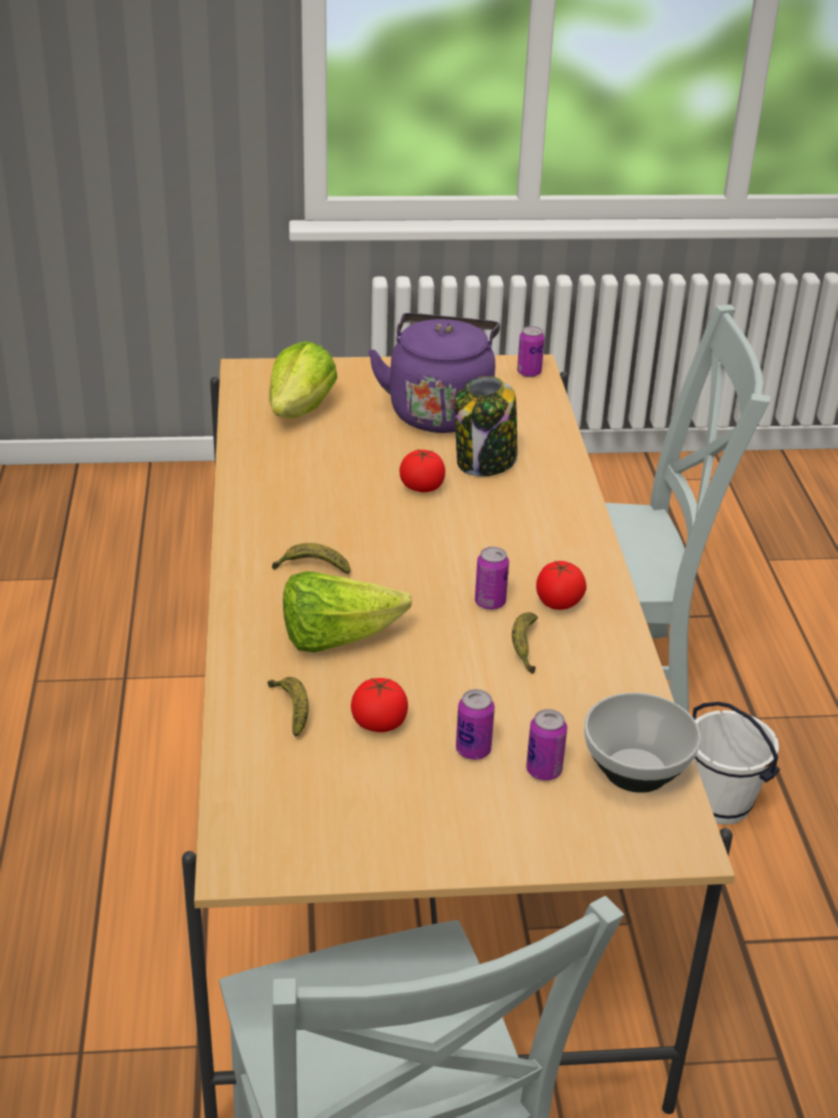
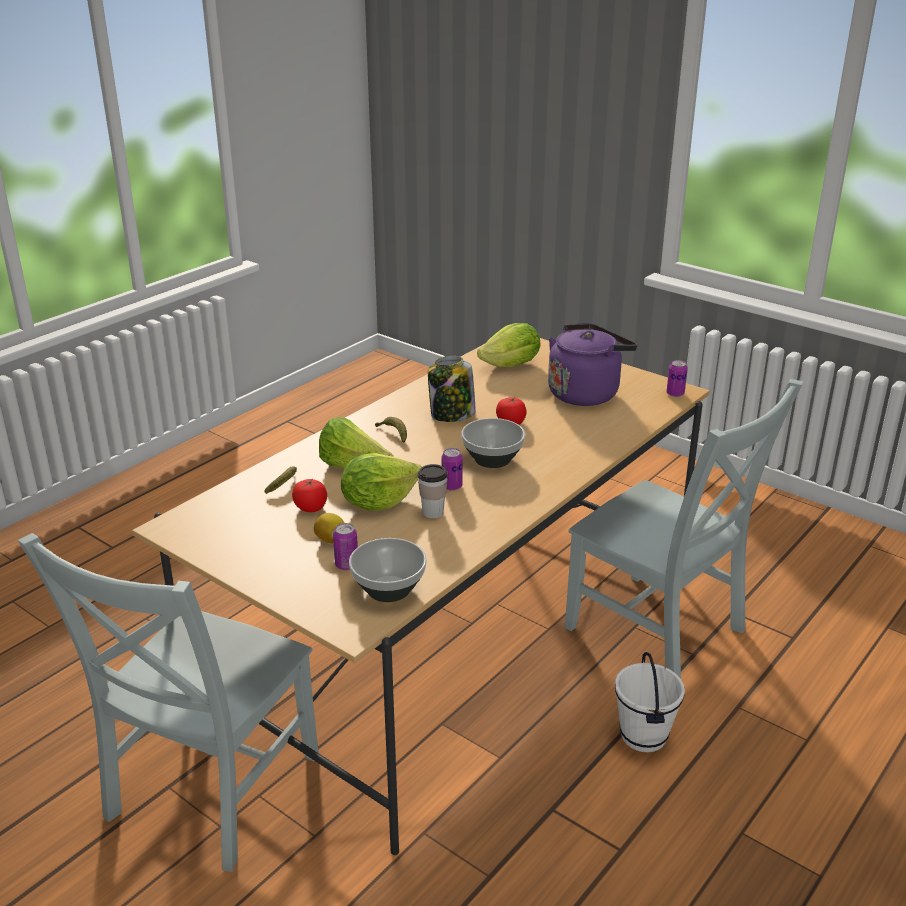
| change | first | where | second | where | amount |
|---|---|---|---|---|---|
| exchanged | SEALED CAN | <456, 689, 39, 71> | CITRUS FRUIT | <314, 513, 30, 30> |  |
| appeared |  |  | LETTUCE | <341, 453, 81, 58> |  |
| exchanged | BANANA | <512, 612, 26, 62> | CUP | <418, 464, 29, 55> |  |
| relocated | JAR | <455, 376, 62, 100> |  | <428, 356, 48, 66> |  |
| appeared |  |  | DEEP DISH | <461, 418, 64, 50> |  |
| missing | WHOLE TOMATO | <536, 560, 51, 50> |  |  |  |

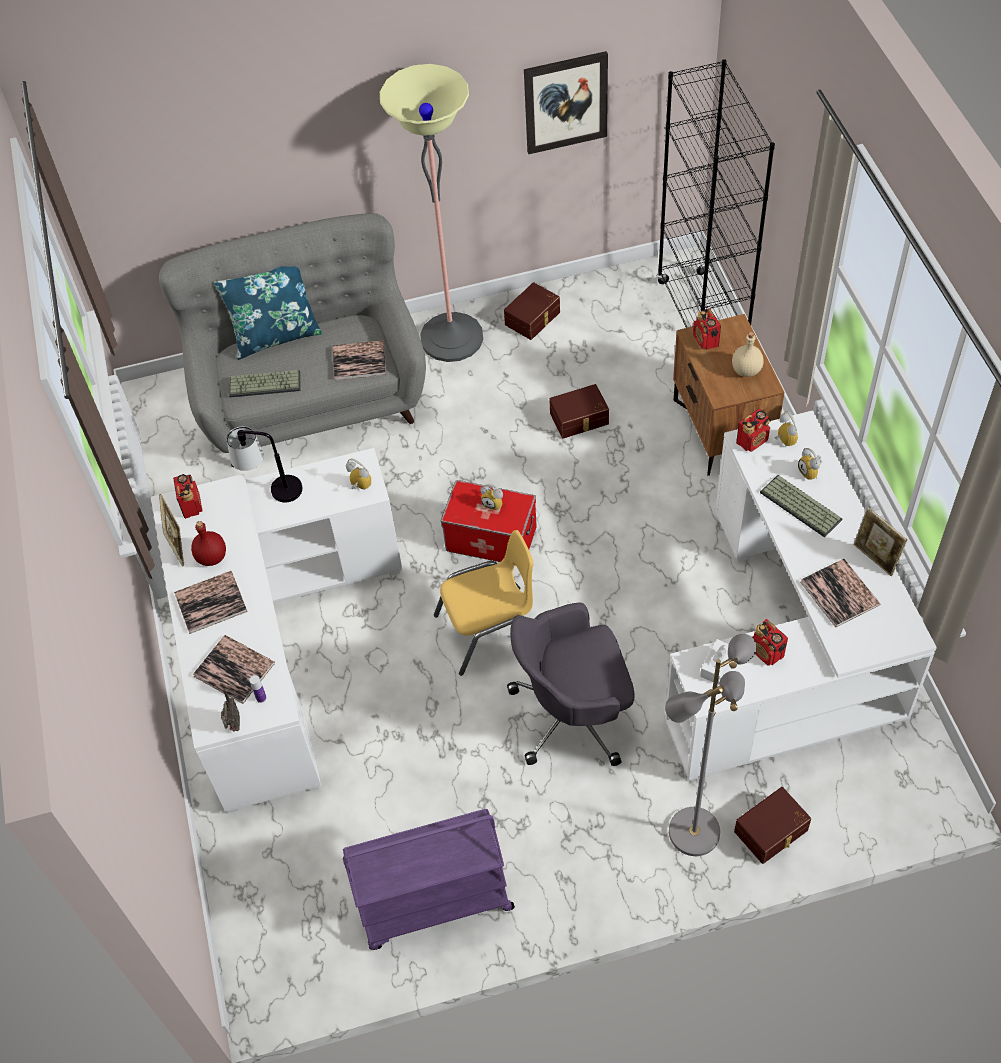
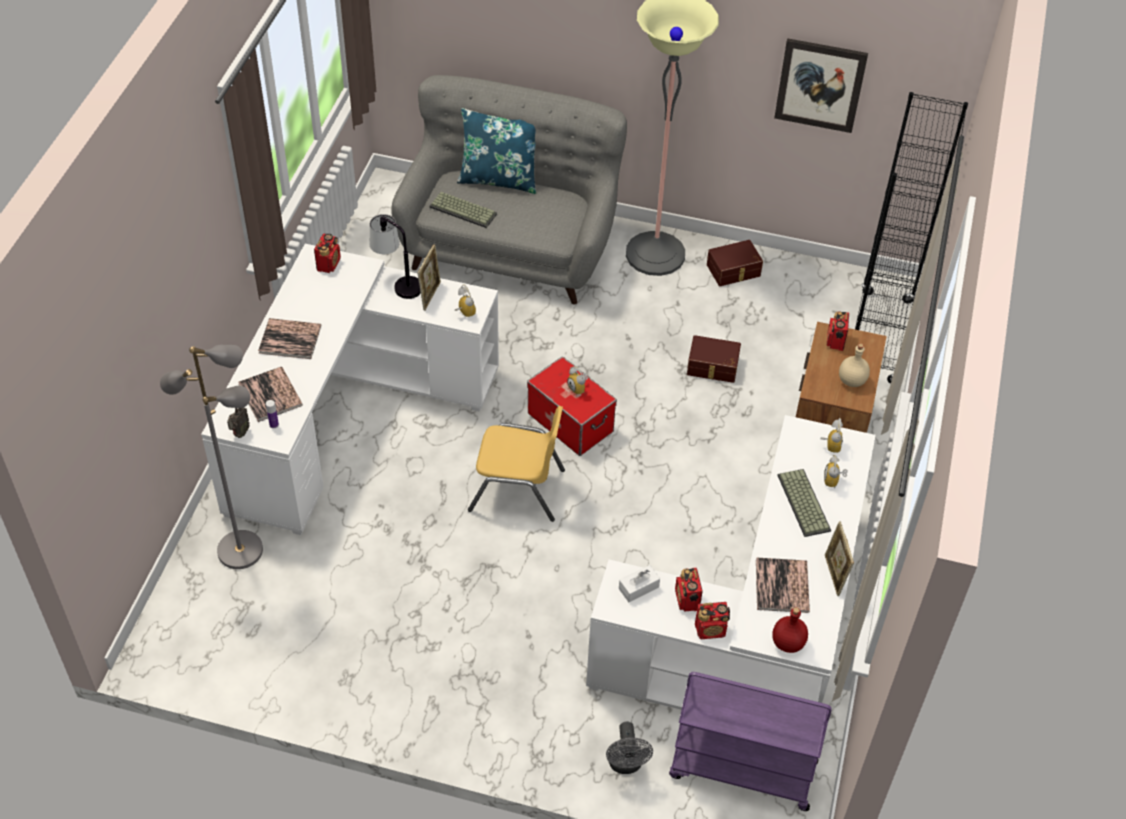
| change | first | where | second | where | amount |
|---|---|---|---|---|---|
| relocated | GRAY STANDING LAMP | <665, 634, 92, 222> |  | <160, 345, 103, 224> |  |
| relocated | PHOTO FRAME | <159, 494, 25, 72> |  | <417, 244, 24, 67> |  |
| exchanged | BROWN STORAGE CONTAINER | <734, 787, 77, 77> | GRAY FAN | <606, 721, 47, 53> |  |
| relocated | PURPLE TROLLEY | <343, 809, 172, 141> |  | <669, 672, 163, 139> |  |
| relocated | RADIO RECEIVER | <736, 409, 35, 43> |  | <695, 602, 35, 37> |  |
| relocated | REDDISH DRINK BOTTLE | <191, 521, 35, 45> |  | <772, 607, 36, 46> |  |
| missing | BOOK | <333, 340, 53, 40> |  |  |  |
| missing | GRAY DESK CHAIR | <507, 603, 127, 163> |  |  |  |

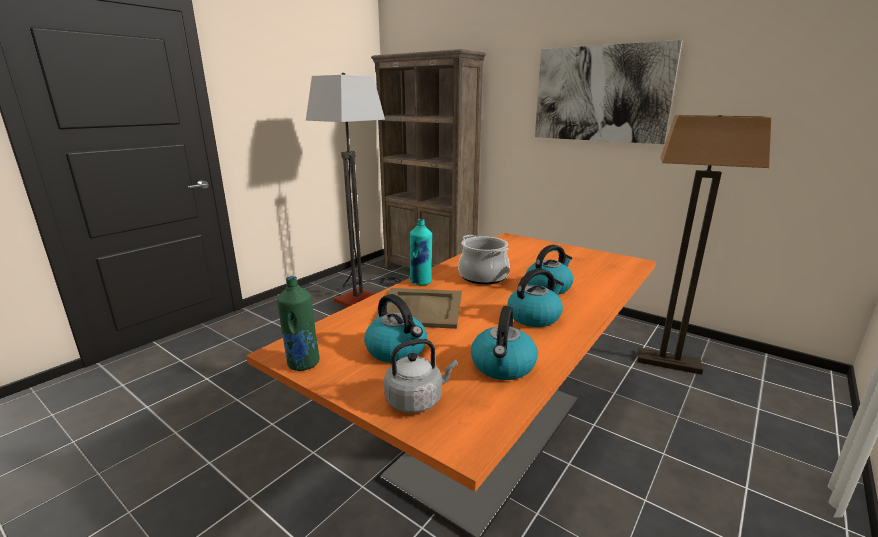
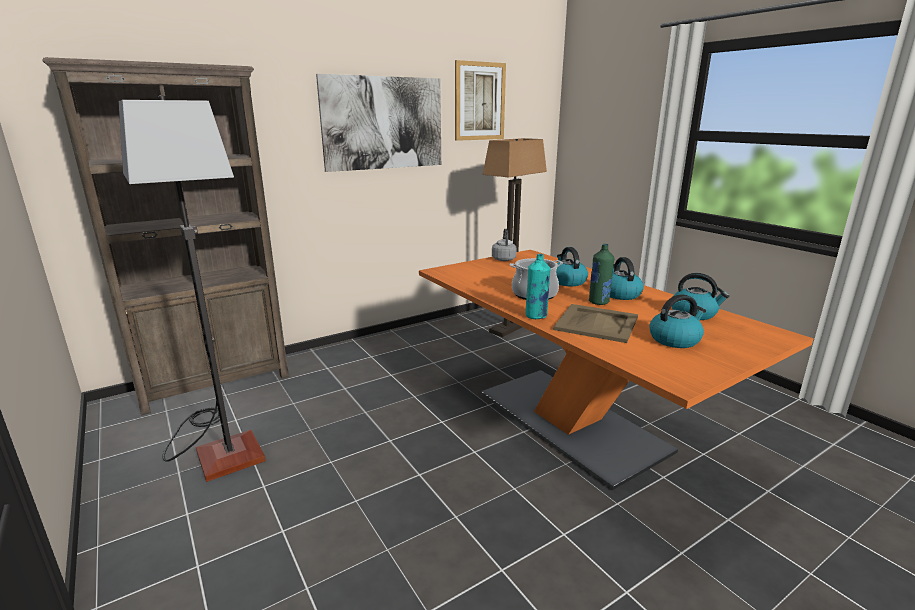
| change | first | where | second | where | amount |
|---|---|---|---|---|---|
| appeared |  |  | WALL PICTURE | <455, 60, 51, 81> |  |
| relocated | GRAY KETTLE | <384, 339, 74, 74> |  | <492, 229, 25, 32> |  |
| relocated | GREEN DRINK BOTTLE | <277, 276, 42, 95> |  | <589, 244, 25, 61> |  |

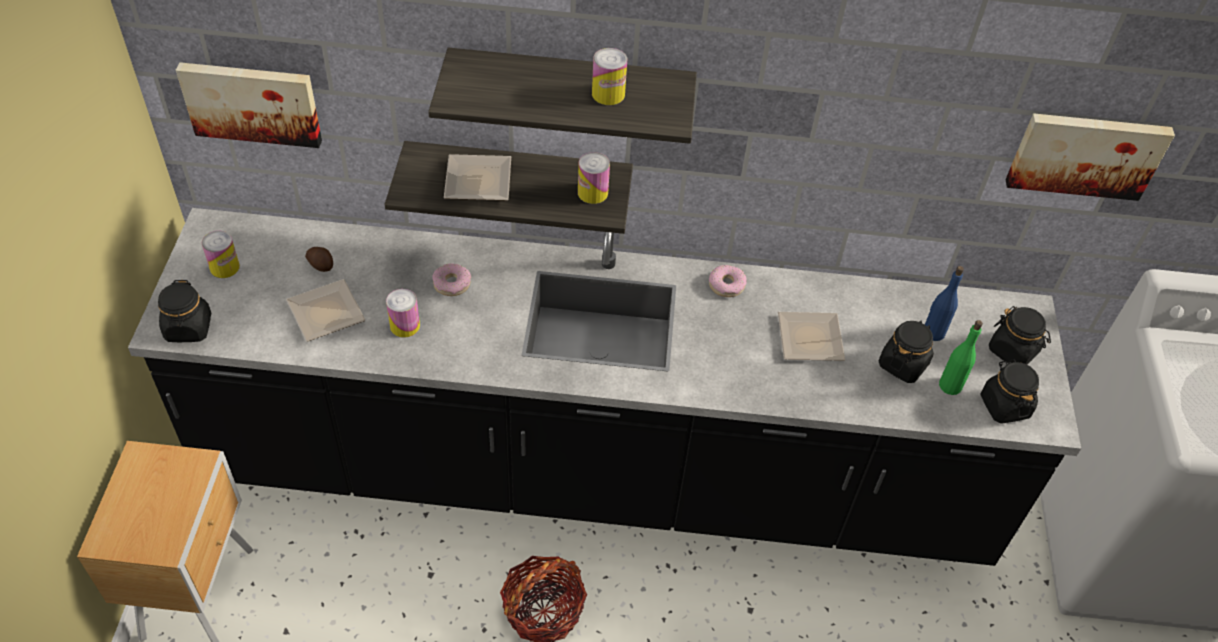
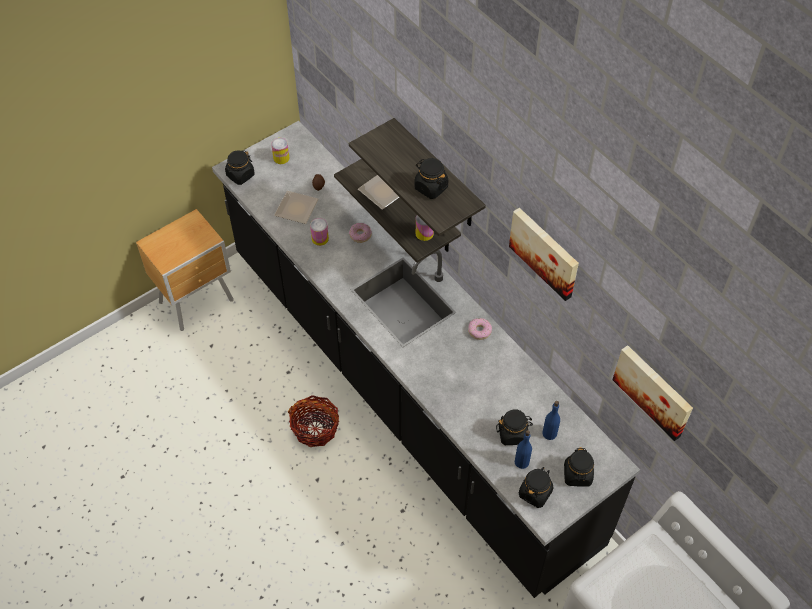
| change | first | where | second | where | amount |
|---|---|---|---|---|---|
| exchanged | SEALED CAN | <592, 48, 35, 57> | BLACK JAR | <415, 158, 33, 41> |  |
| relocated | WALL PICTURE | <176, 62, 146, 86> |  | <509, 208, 70, 93> |  |
| colour | GREEN DRINK BOTTLE | <939, 320, 44, 75> | BLUISH DRINK BOTTLE | <515, 430, 17, 39> |  |
| missing | DINNER PLATE | <778, 312, 67, 49> |  |  |  |

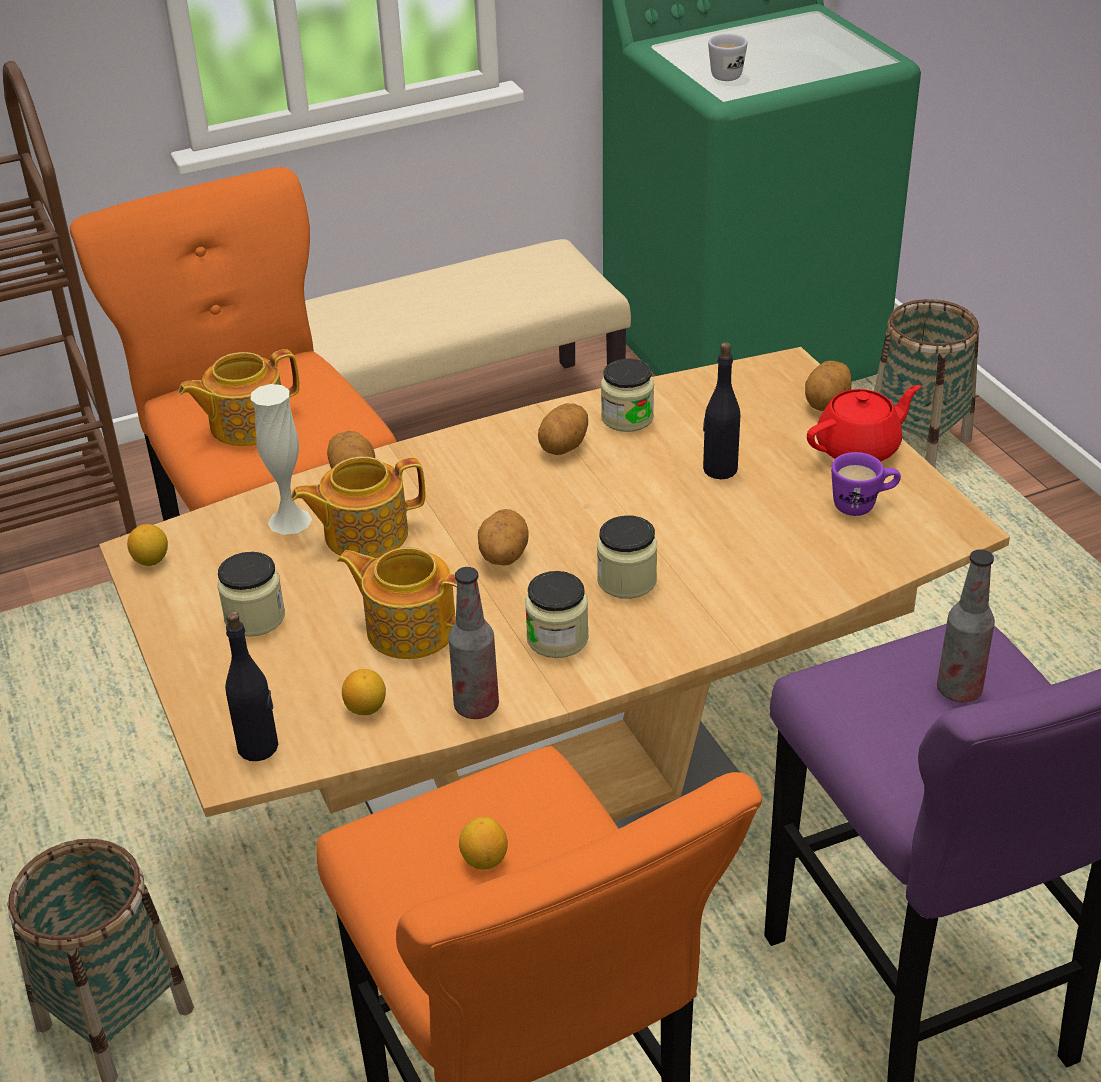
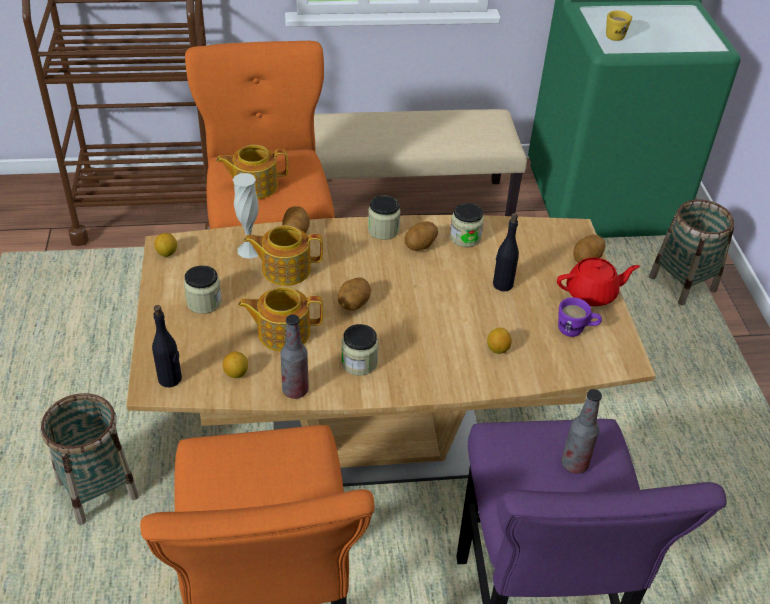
| change | first | where | second | where | amount |
|---|---|---|---|---|---|
| spun | POT FOR TEA | <337, 547, 120, 112> |  | <238, 287, 85, 65> | 45 degrees counterclockwise |
| relocated | JAR | <597, 515, 60, 84> |  | <368, 196, 33, 44> |  |
| relocated | CITRUS FRUIT | <459, 817, 49, 53> |  | <487, 328, 25, 26> |  |
| colour | WHITISH MUG | <708, 34, 39, 47> | YELLOW-COLOURED MUG | <606, 11, 26, 30> |  |

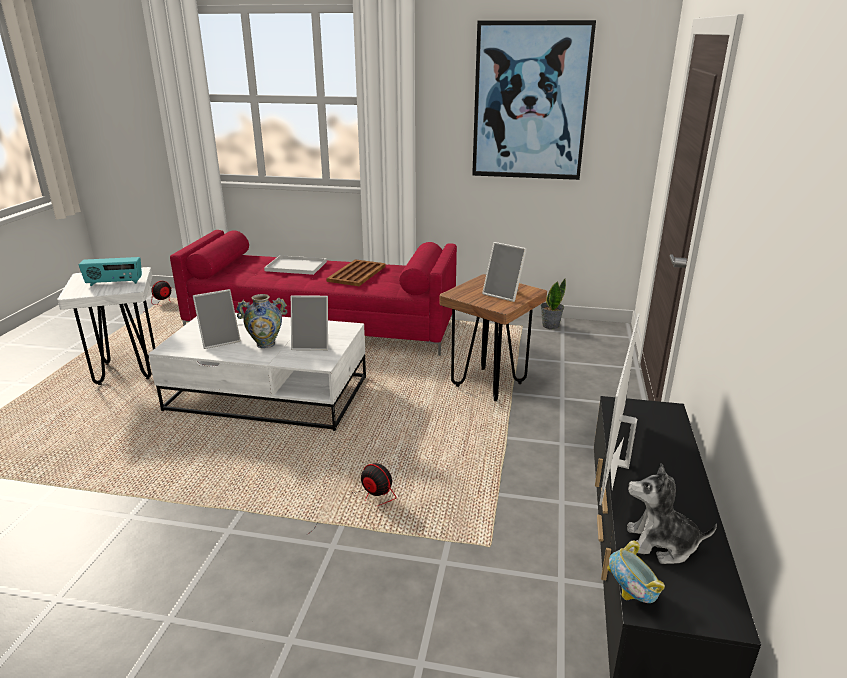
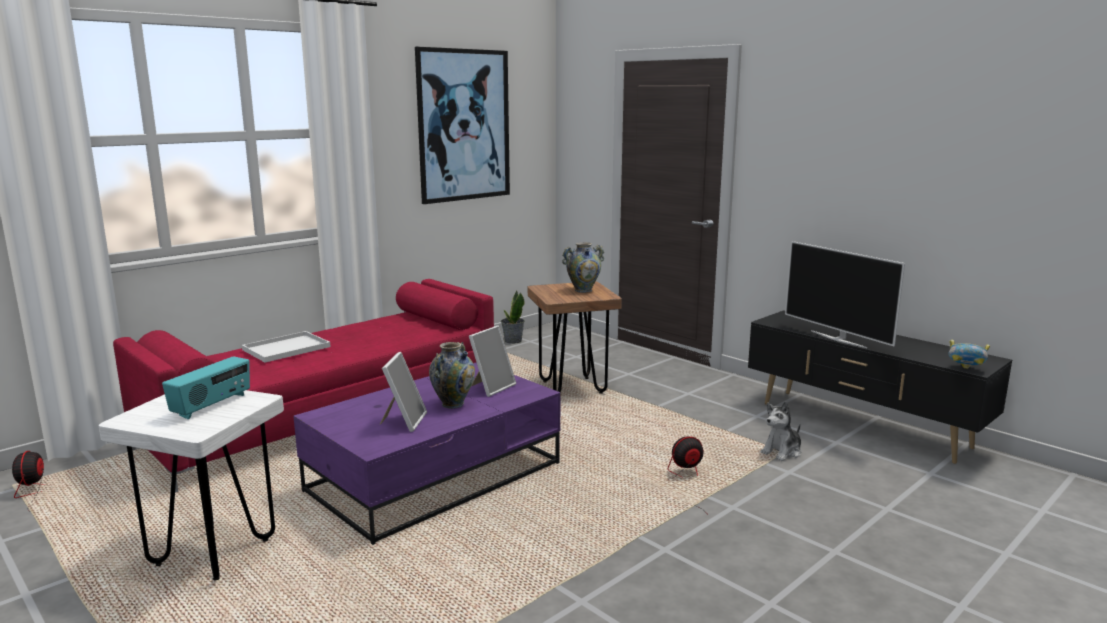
| change | first | where | second | where | amount |
|---|---|---|---|---|---|
| colour | WHITISH LOW TABLE | <148, 313, 218, 118> | PURPLE LOW TABLE | <293, 362, 267, 183> |  |
| exchanged | PHOTO FRAME | <482, 242, 45, 60> | VASE | <562, 242, 42, 51> |  |
| relocated | SOFT TOY | <627, 463, 90, 101> |  | <761, 402, 40, 59> |  |
| missing | BROWN CARRYING TRAY | <326, 259, 60, 27> |  |  |  |

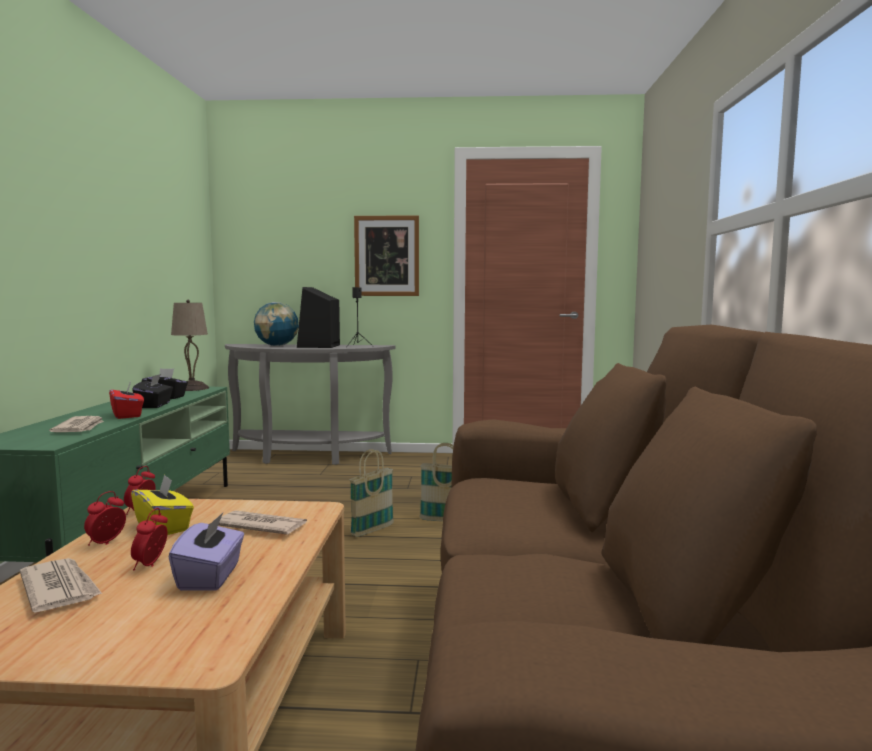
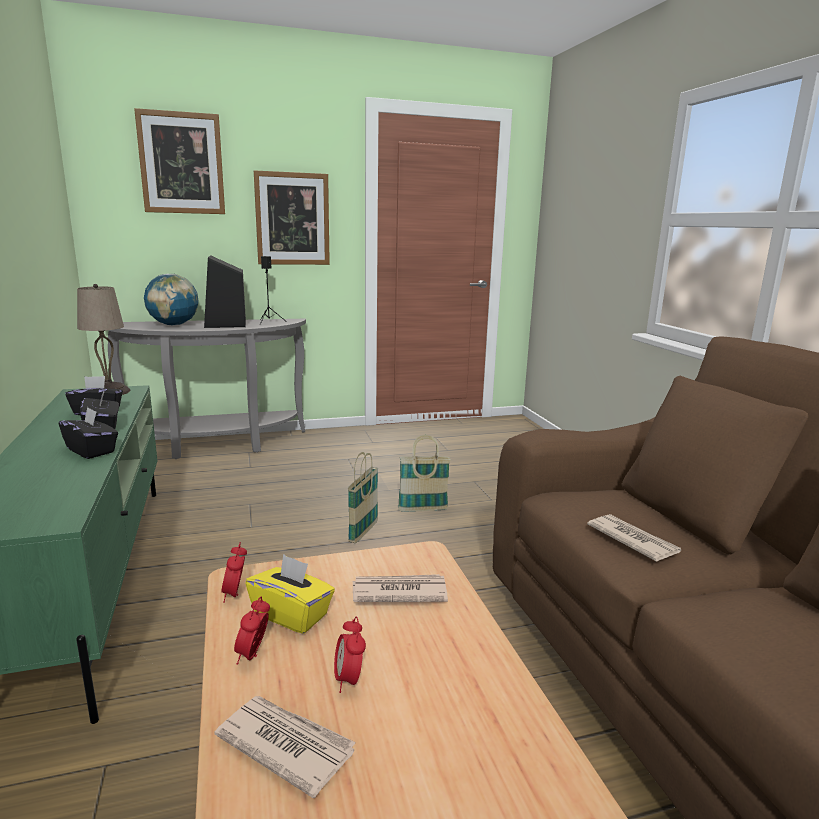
| change | first | where | second | where | amount |
|---|---|---|---|---|---|
| colour | REDDISH TISSUE HOLDER | <109, 381, 35, 38> | BLACK TISSUE HOLDER | <59, 407, 59, 52> |  |
| appeared |  |  | WALL PICTURE | <134, 108, 91, 106> |  |
| relocated | DAILY PAPER | <49, 416, 55, 16> |  | <587, 514, 95, 48> |  |
| missing | PURPLE TISSUE HOLDER | <169, 513, 75, 78> |  |  |  |

